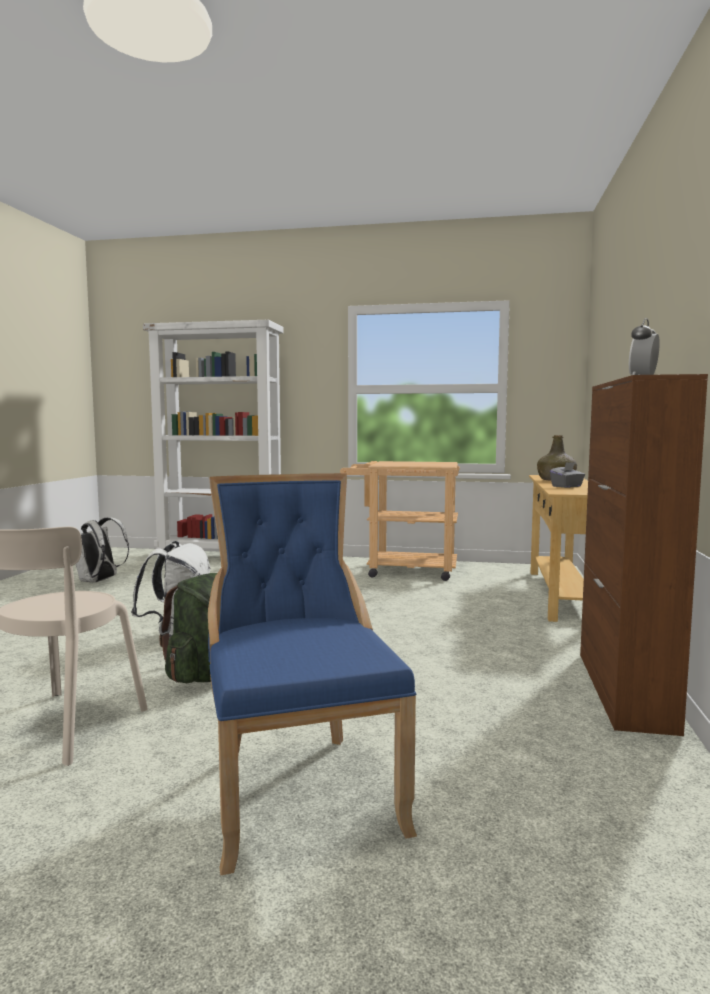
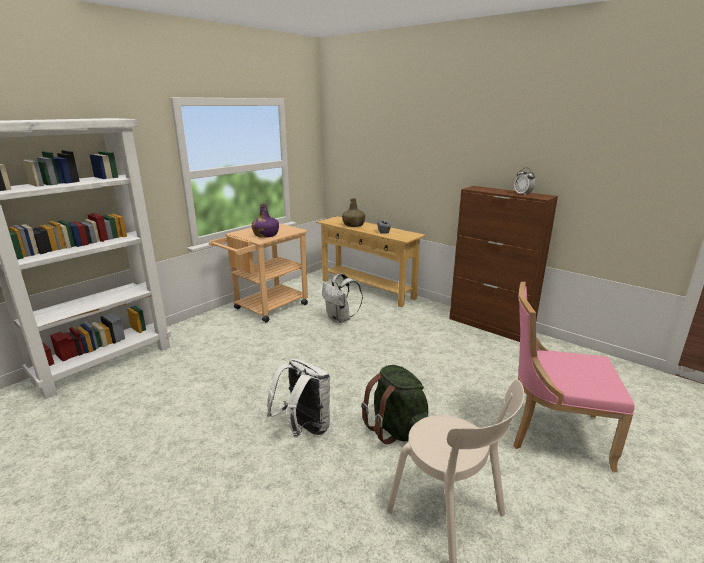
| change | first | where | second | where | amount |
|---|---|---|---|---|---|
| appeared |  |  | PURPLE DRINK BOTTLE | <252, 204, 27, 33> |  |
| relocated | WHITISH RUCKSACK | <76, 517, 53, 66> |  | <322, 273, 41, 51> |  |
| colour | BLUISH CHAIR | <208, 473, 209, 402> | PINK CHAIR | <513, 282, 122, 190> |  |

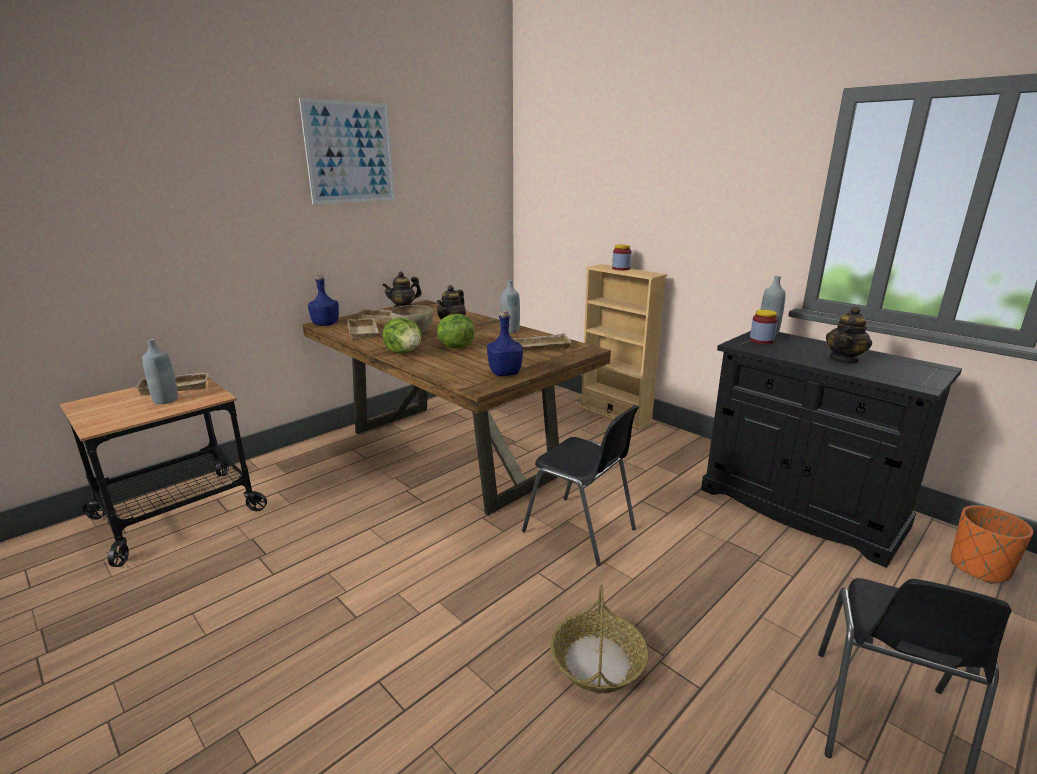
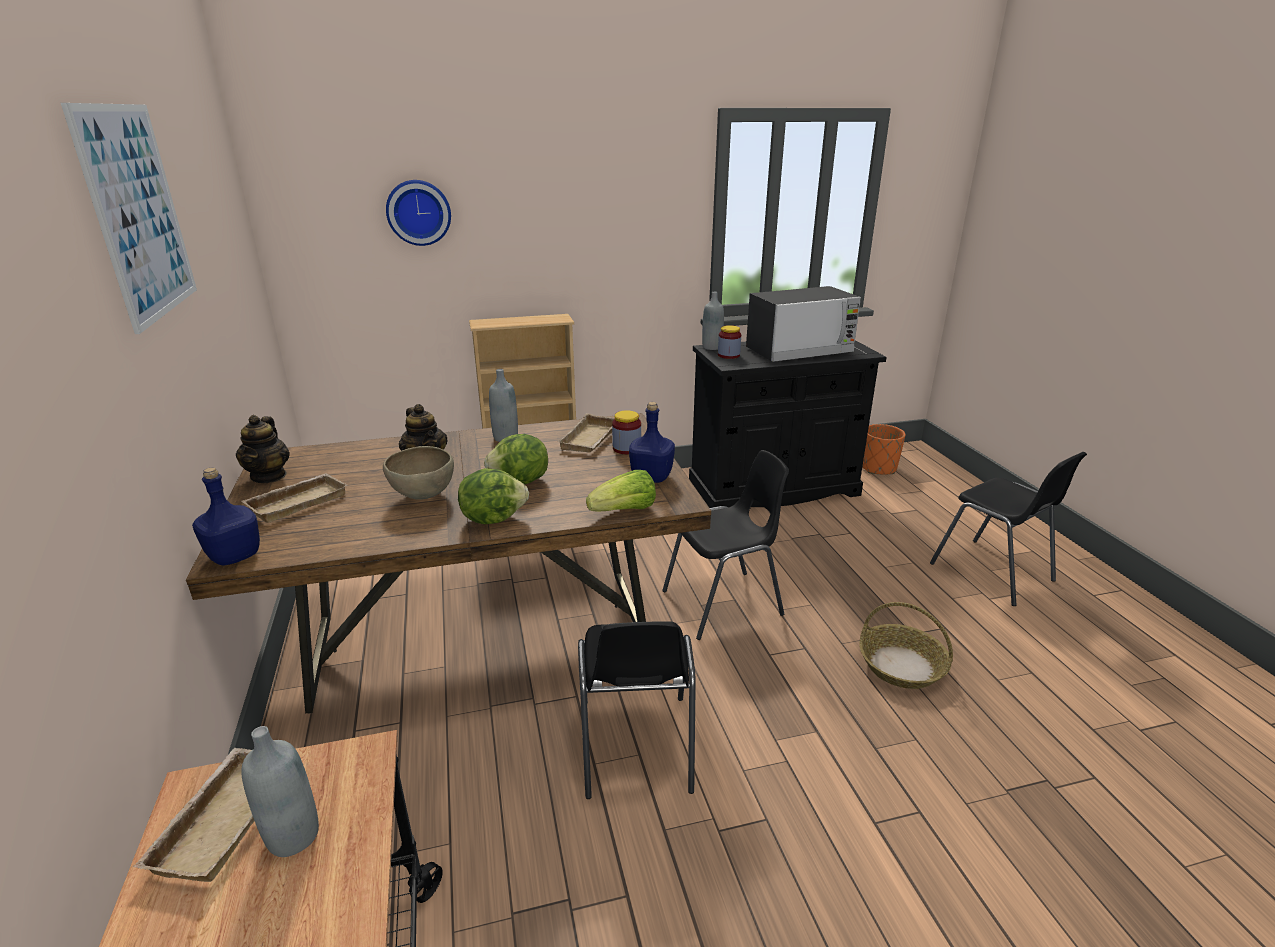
| change | first | where | second | where | amount |
|---|---|---|---|---|---|
| appeared |  |  | HANGING CLOCK | <386, 180, 65, 66> |  |
| appeared |  |  | BLACK CHAIR | <578, 621, 118, 178> |  |
| appeared |  |  | LETTUCE | <586, 470, 70, 41> |  |
| relocated | JAR | <612, 245, 20, 25> |  | <612, 410, 29, 44> |  |
| exchanged | POT FOR TEA | <826, 306, 46, 58> | KITCHEN MICROWAVE | <746, 286, 115, 76> |  |
| missing | BEIGE-COLOURED CARRYING TRAY | <347, 318, 32, 22> |  |  |  |

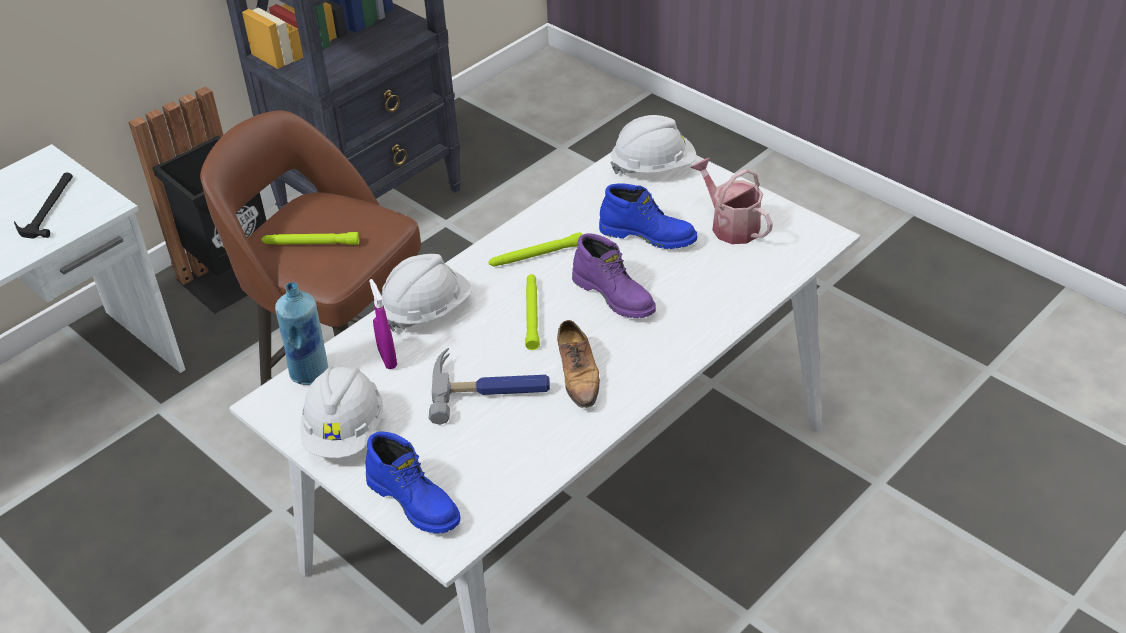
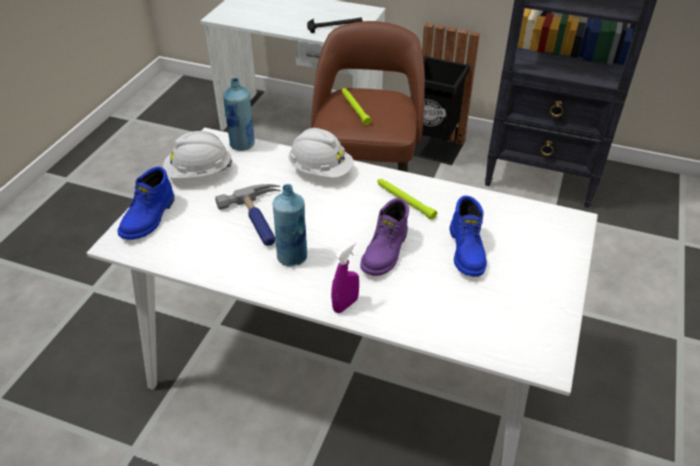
| change | first | where | second | where | amount |
|---|---|---|---|---|---|
| exchanged | SHOE | <557, 320, 43, 88> | BLUISH DRINK BOTTLE | <273, 184, 34, 83> |  |
| relocated | PURPLE HAND SPRAYER | <369, 279, 28, 90> |  | <331, 242, 28, 71> |  |
| missing | GREEN TORCH | <525, 274, 15, 76> |  |  |  |
| missing | WHITISH WORK HELMET | <610, 115, 86, 60> |  |  |  |
| missing | WATERING POT | <690, 158, 83, 86> |  |  |  |

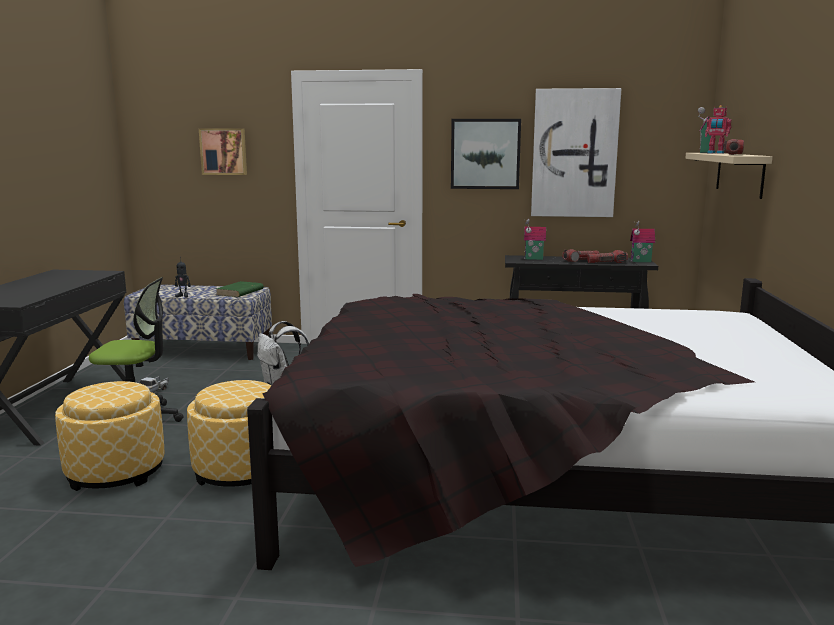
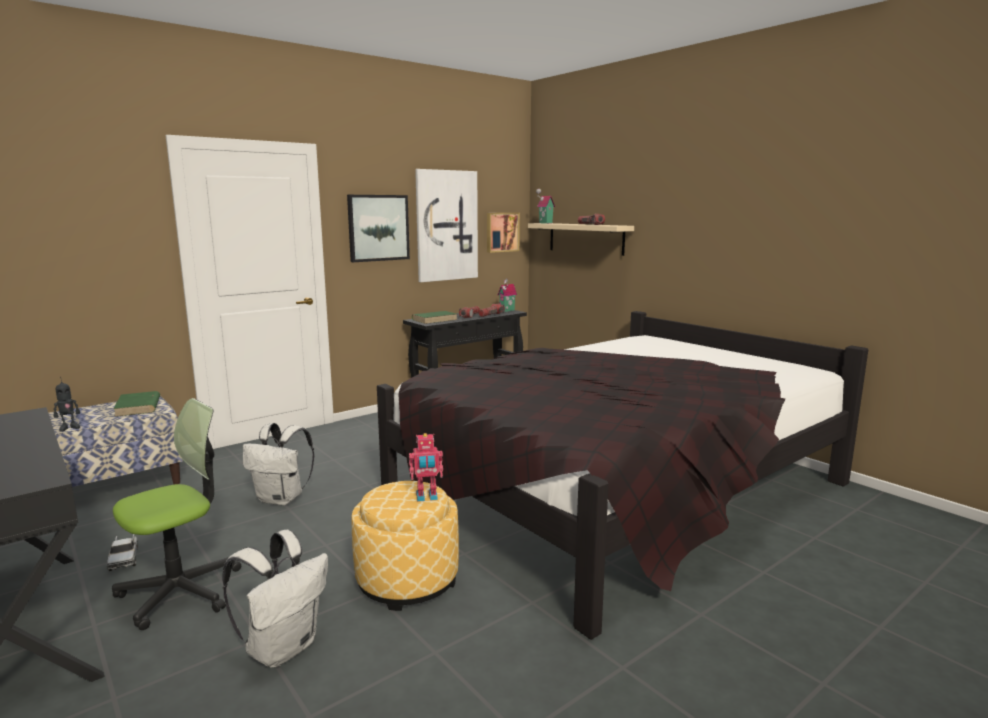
| change | first | where | second | where | amount |
|---|---|---|---|---|---|
| exchanged | OTTOMAN | <55, 381, 110, 110> | WHITISH RUCKSACK | <222, 530, 106, 137> |  |
| relocated | ROBOT FIGURE | <705, 105, 26, 49> |  | <409, 433, 34, 69> |  |
| exchanged | MODEL HOUSE | <524, 219, 22, 41> | GREEN BOOK | <412, 311, 45, 13> |  |
| relocated | WALL PICTURE | <199, 128, 48, 47> |  | <487, 213, 33, 40> |  |

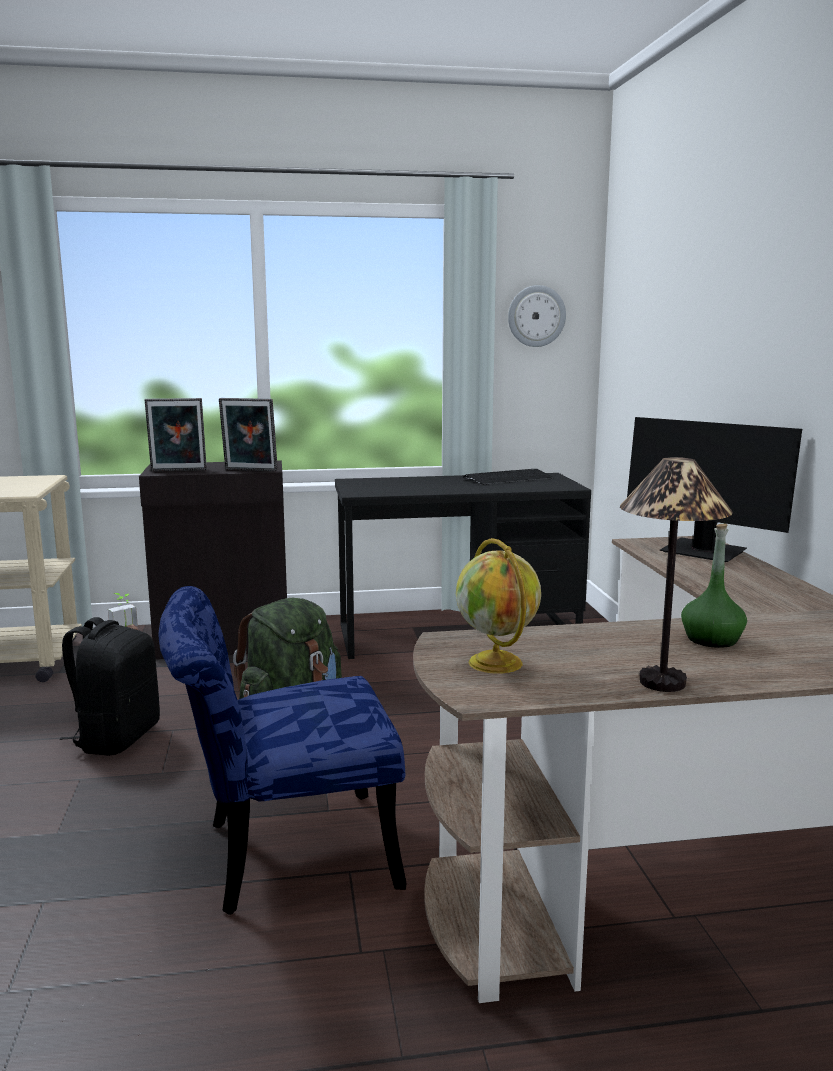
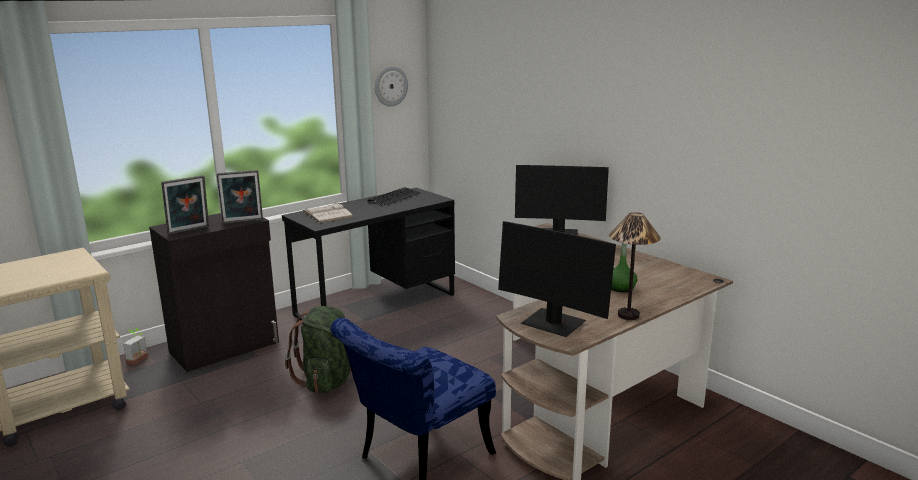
| change | first | where | second | where | amount |
|---|---|---|---|---|---|
| appeared |  |  | WHITISH BOOK | <302, 202, 52, 21> |  |
| exchanged | DESK GLOBE | <456, 538, 85, 136> | MONITOR | <498, 221, 118, 116> |  |
| missing | BLACK RUCKSACK | <60, 617, 100, 139> |  |  |  |

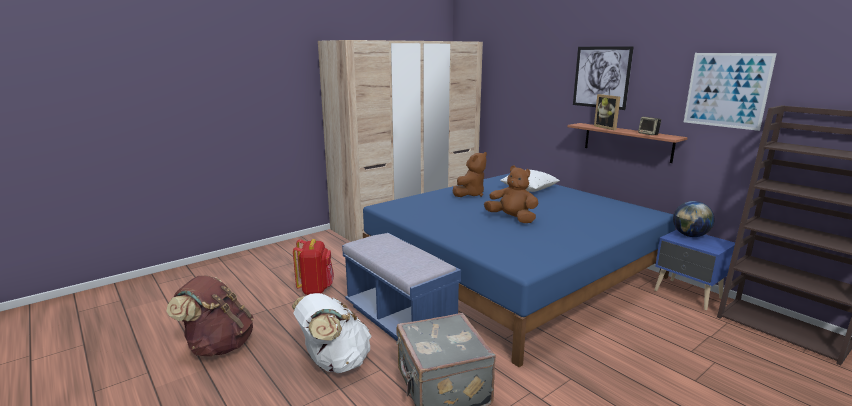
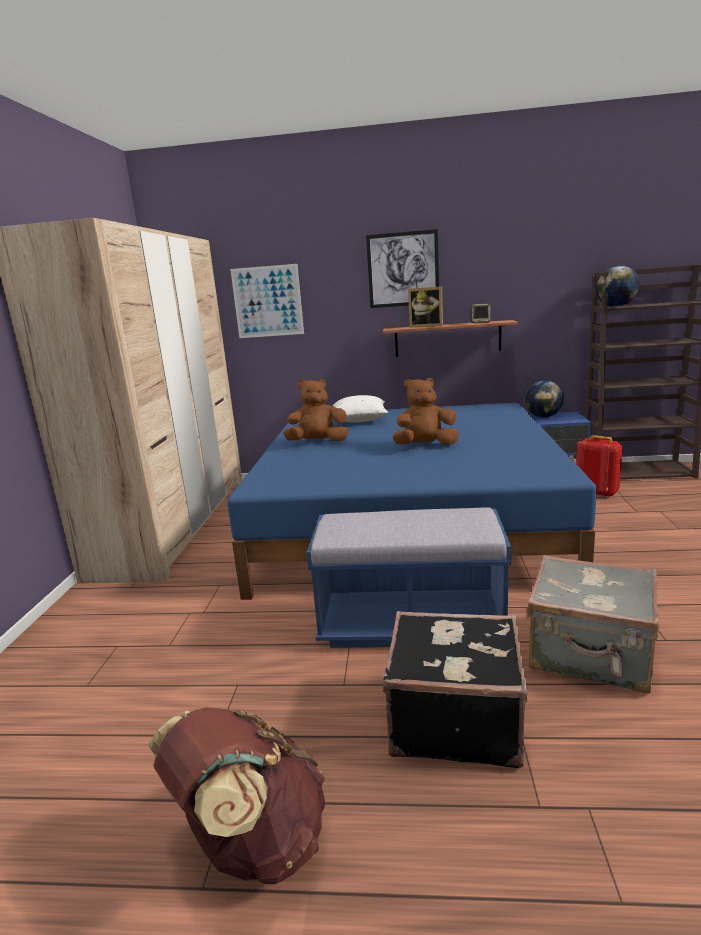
| change | first | where | second | where | amount |
|---|---|---|---|---|---|
| relocated | WALL PICTURE | <684, 53, 93, 78> |  | <230, 264, 74, 74> |  |
| spun | BROWN SOFT TOY | <453, 152, 34, 45> |  | <283, 379, 66, 62> | 90 degrees counterclockwise |
| exchanged | WHITISH RUCKSACK | <292, 293, 80, 80> | BLACK PIECE OF LUGGAGE | <383, 611, 145, 157> |  |
| relocated | REDDISH RUCKSACK | <293, 239, 41, 56> |  | <576, 435, 47, 63> |  |
| appeared |  |  | DESK GLOBE | <596, 266, 44, 41> |  |

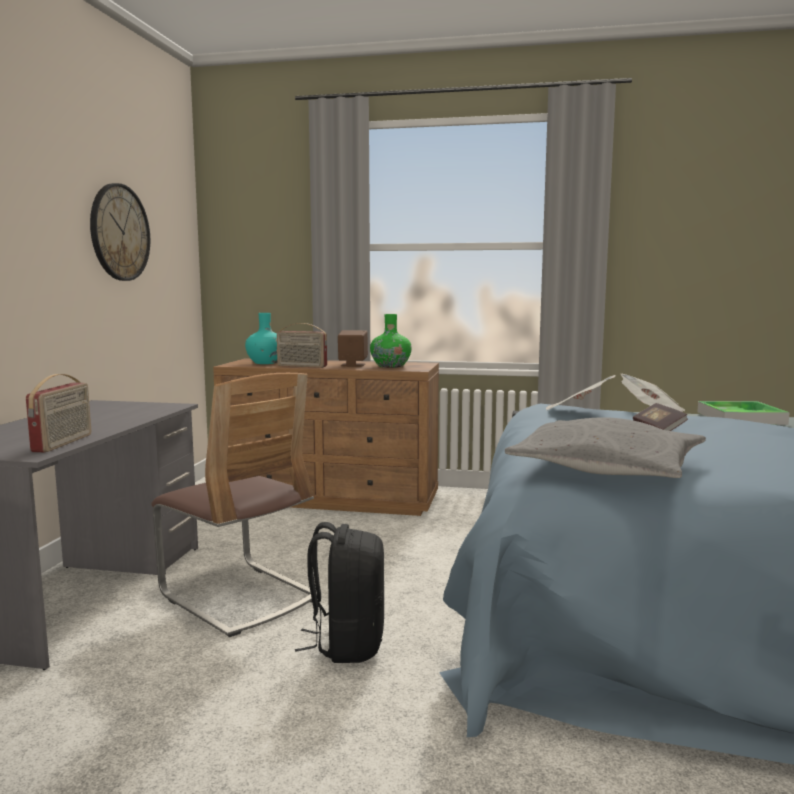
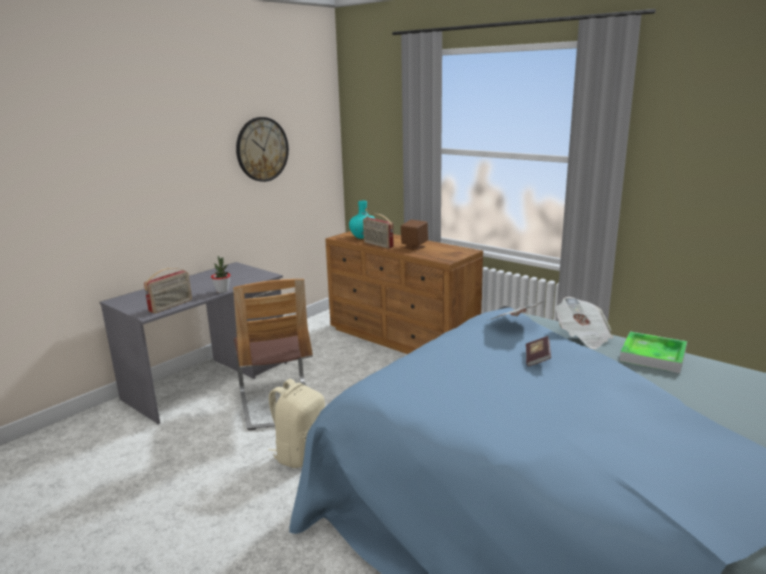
| change | first | where | second | where | amount |
|---|---|---|---|---|---|
| appeared |  |  | PLANT IN A POT | <211, 256, 19, 37> |  |
| colour | BLACK RUCKSACK | <295, 522, 89, 141> | BEIGE-COLOURED RUCKSACK | <268, 379, 57, 89> |  |
| missing | GREEN VASE | <370, 314, 42, 54> |  |  |  |
| missing | GRAY THROW PILLOW | <505, 417, 201, 61> |  |  |  |

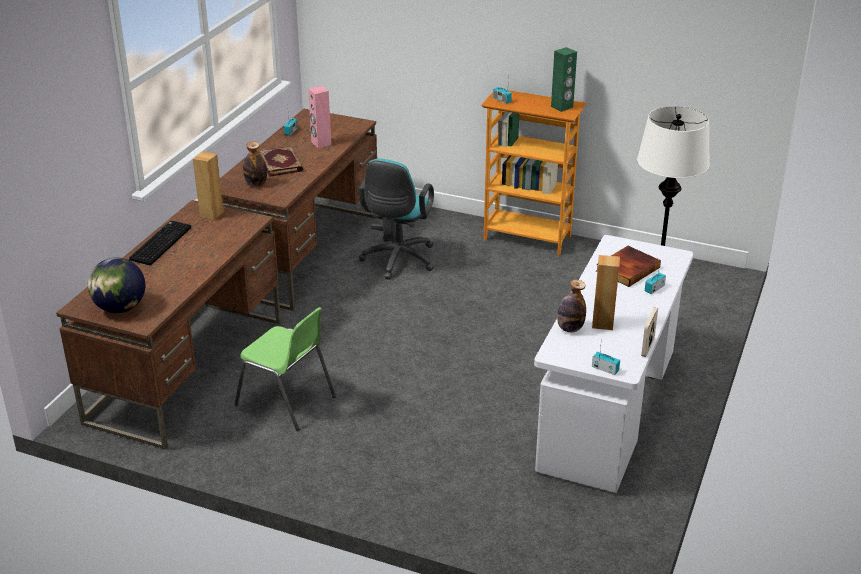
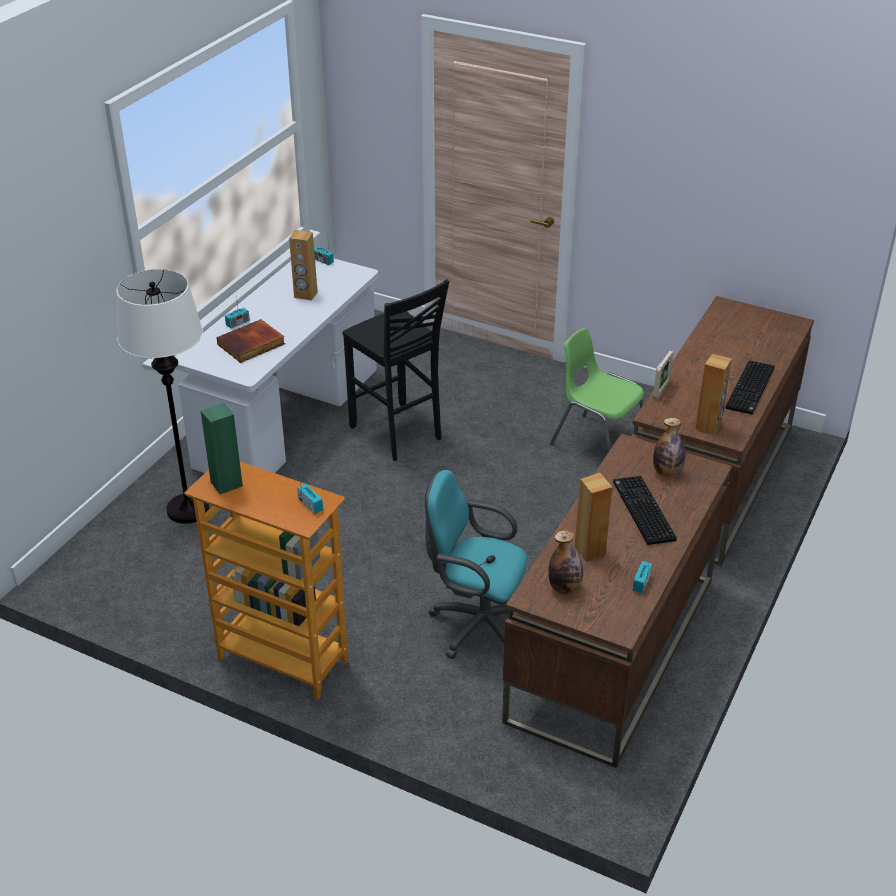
| change | first | where | second | where | amount |
|---|---|---|---|---|---|
| appeared |  |  | BLACK SITTING STOOL | <343, 279, 106, 182> |  |
| spun | TURQUOISE-COLOURED DESK CHAIR | <359, 159, 75, 121> |  | <425, 469, 102, 190> | 90 degrees counterclockwise |
| relocated | DRINK BOTTLE | <557, 279, 29, 53> |  | <548, 530, 35, 65> |  |
| colour | PINK LOUDSPEAKER | <308, 86, 24, 62> | BROWN LOUDSPEAKER | <574, 473, 39, 89> |  |
| exchanged | BOOK | <259, 146, 44, 31> | PC KEYBOARD | <613, 476, 64, 69> |  |
| relocated | PHOTO FRAME | <641, 307, 17, 50> |  | <653, 351, 21, 48> |  |
| missing | DESK GLOBE | <88, 257, 57, 56> |  |  |  |

